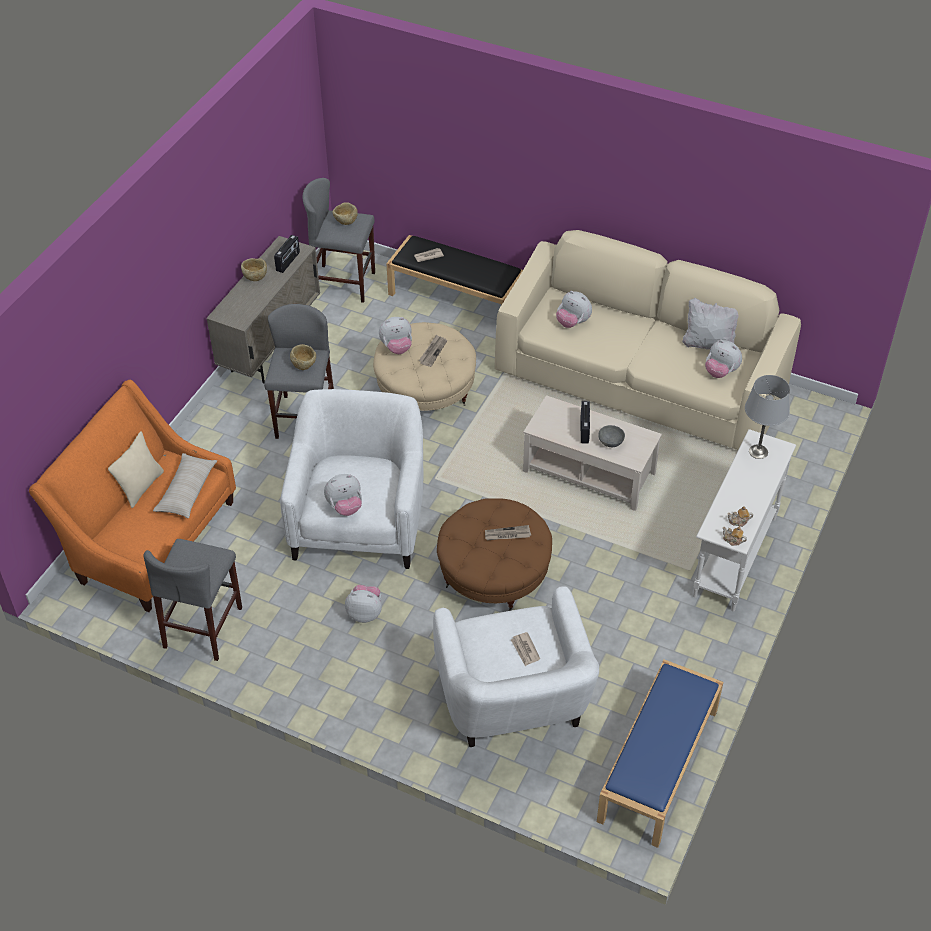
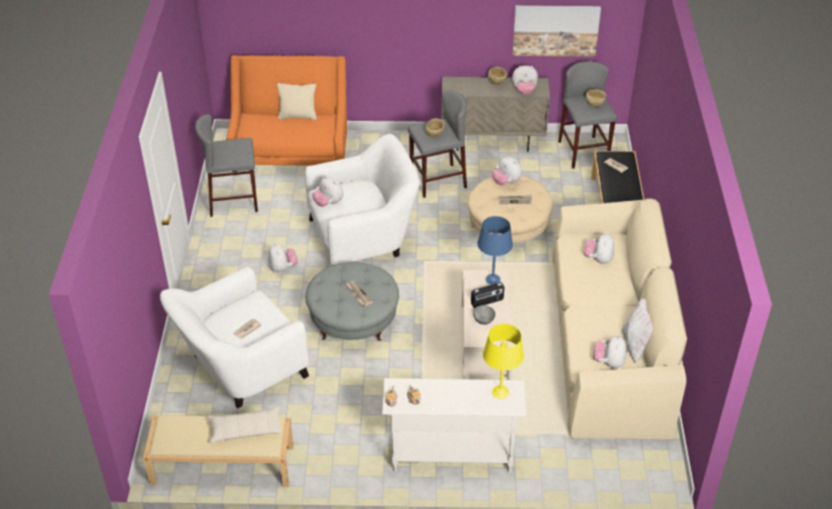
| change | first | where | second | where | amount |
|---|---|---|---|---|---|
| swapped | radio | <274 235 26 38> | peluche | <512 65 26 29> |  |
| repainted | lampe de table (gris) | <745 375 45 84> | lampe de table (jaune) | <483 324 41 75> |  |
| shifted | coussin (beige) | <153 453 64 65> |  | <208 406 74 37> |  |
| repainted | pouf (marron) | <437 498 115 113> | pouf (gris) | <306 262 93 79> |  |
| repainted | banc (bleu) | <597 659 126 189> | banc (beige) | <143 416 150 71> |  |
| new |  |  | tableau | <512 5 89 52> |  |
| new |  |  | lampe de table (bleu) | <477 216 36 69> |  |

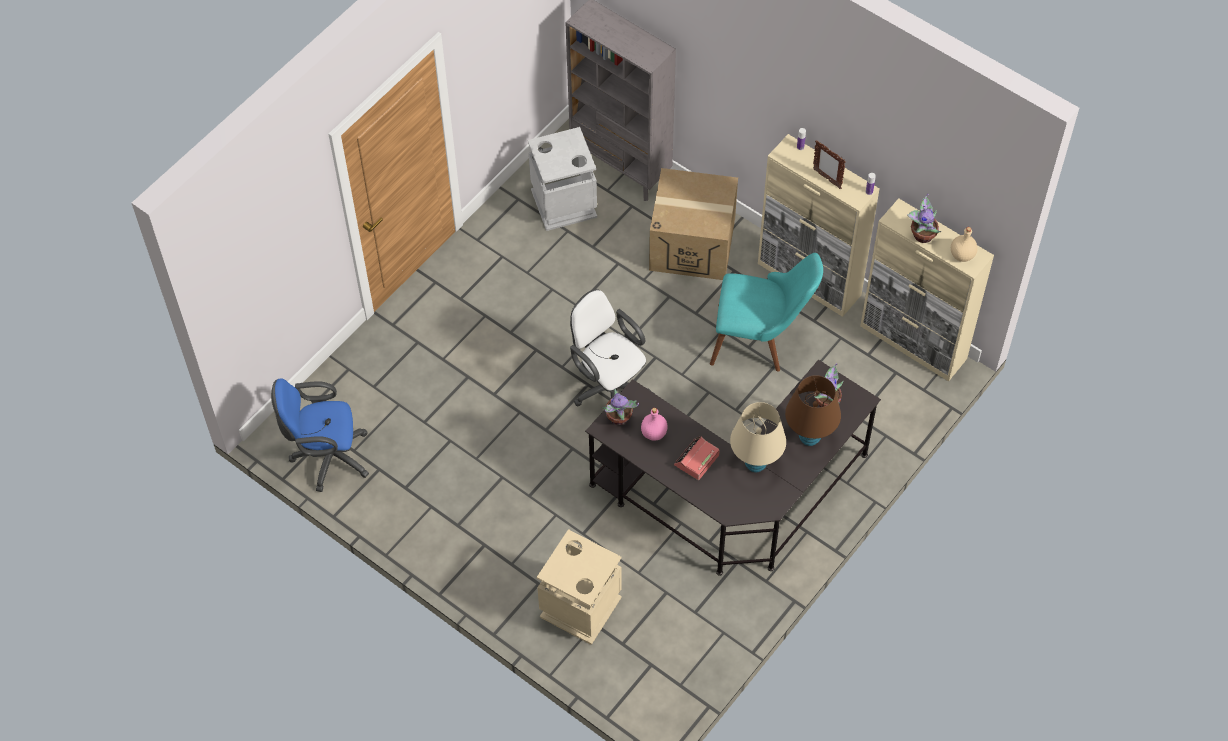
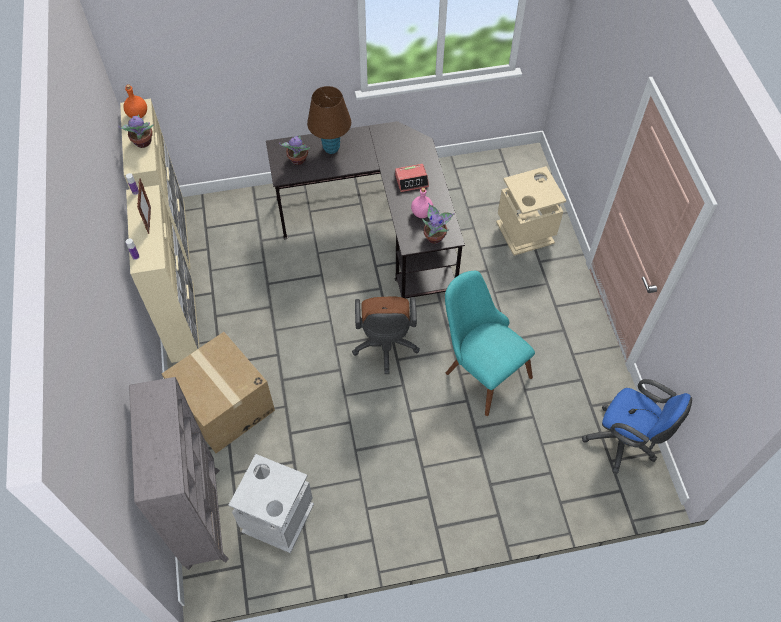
| change | first | where | second | where | amount |
|---|---|---|---|---|---|
| repainted | bouteille (beige) | <951 227 27 35> | bouteille (orange) | <123 84 24 34> |  |
| shifted | chaise (turquoise) | <710 253 113 119> |  | <445 271 90 145> |  |
| repainted | chaise de bureau (blanc) | <570 289 85 117> | chaise de bureau (marron) | <352 297 68 77> |  |
| gone | lampe de table (beige) | <730 402 56 70> |  |  |  |

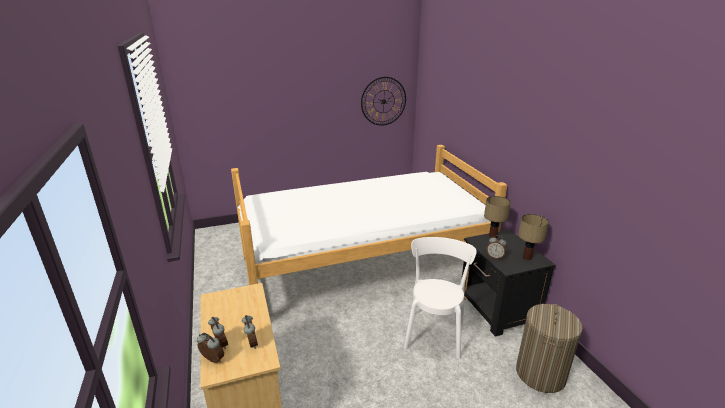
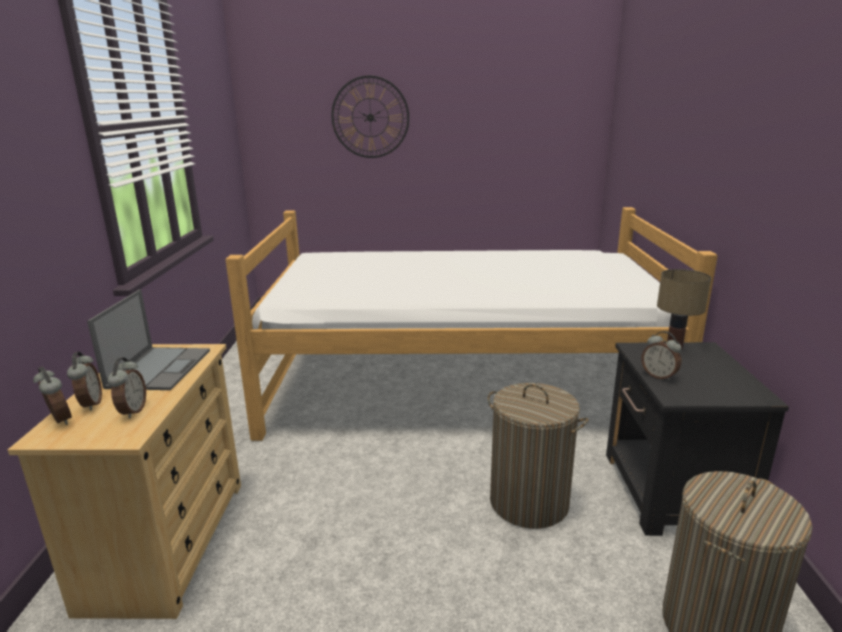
| change | first | where | second | where | amount |
|---|---|---|---|---|---|
| shifted | horloge murale | <361 77 45 49> |  | <331 75 78 83> |  |
| gone | lampe de table | <518 214 31 46> |  |  |  |
| swapped | chaise (blanc) | <404 237 73 122> | panier à linge | <488 383 101 146> |  |
| new |  |  | ordinateur portable | <87 290 123 100> |  |

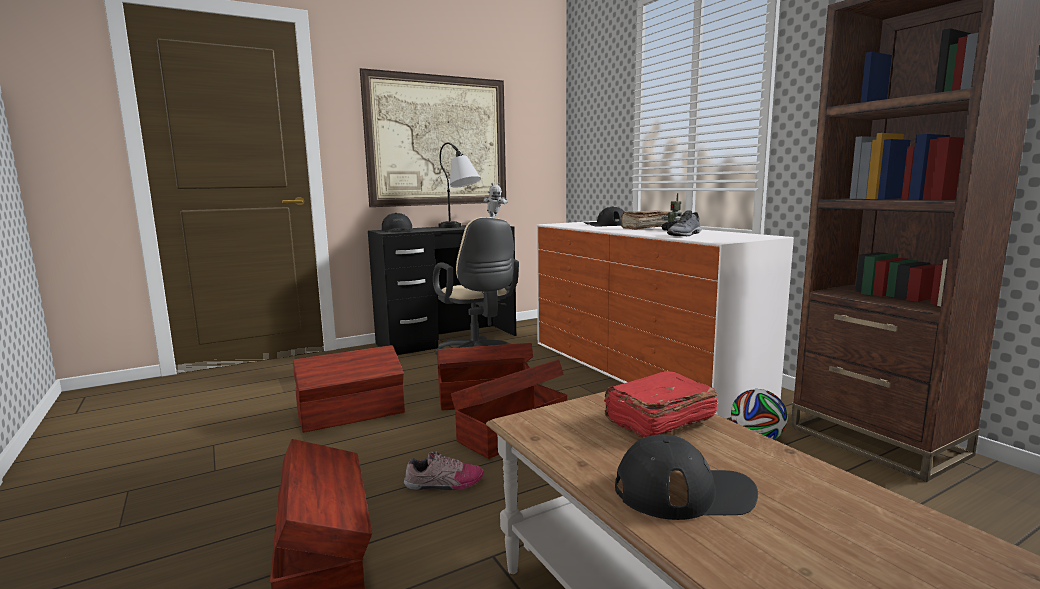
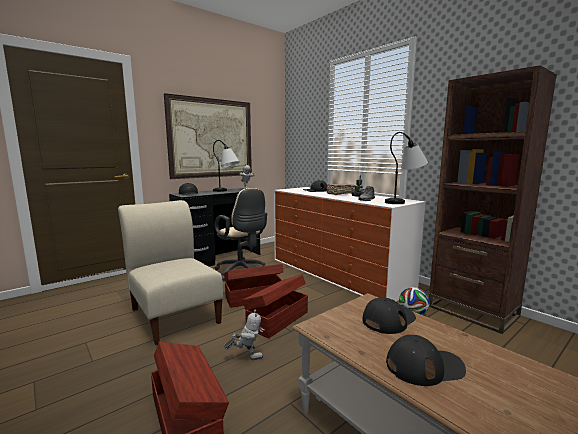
| change | first | where | second | where | amount |
|---|---|---|---|---|---|
| swapped | boîte de rangement (marron) | <293 345 112 88> | chaise (beige) | <118 200 105 145> |  |
| swapped | livre (rouge) | <604 371 114 68> | casquette (noir) | <363 297 53 37> |  |
| swapped | chaussure | <404 451 80 40> | robot jouet | <224 310 41 50> |  |
| new |  |  | lampe de table | <385 132 43 72> |  |

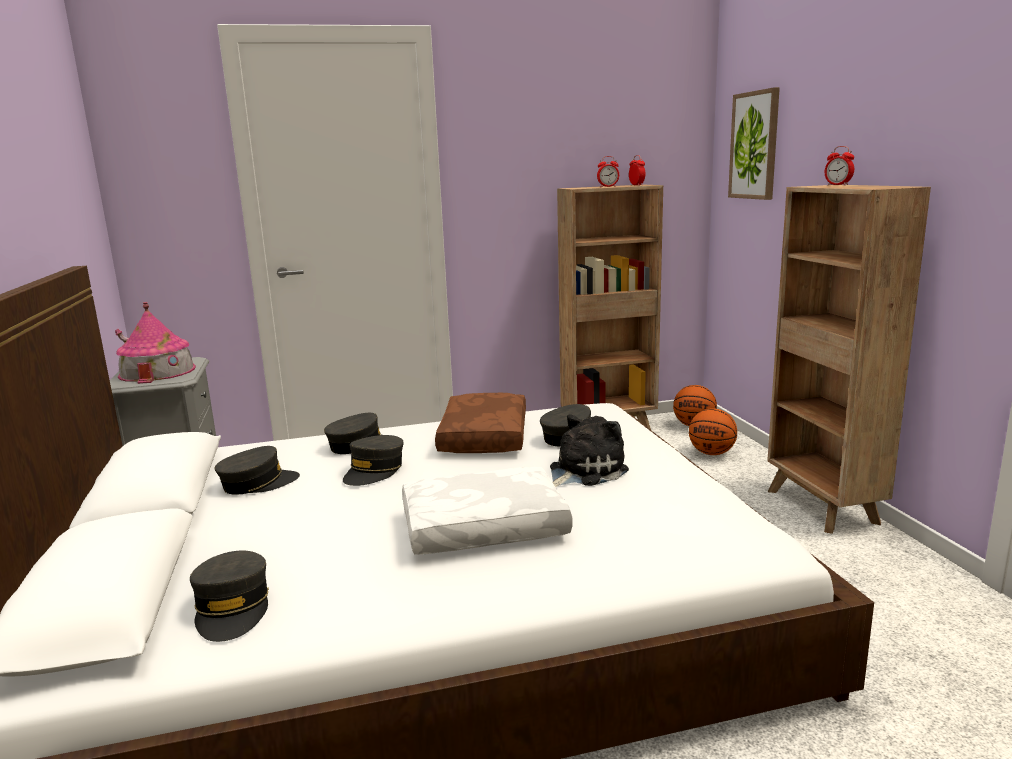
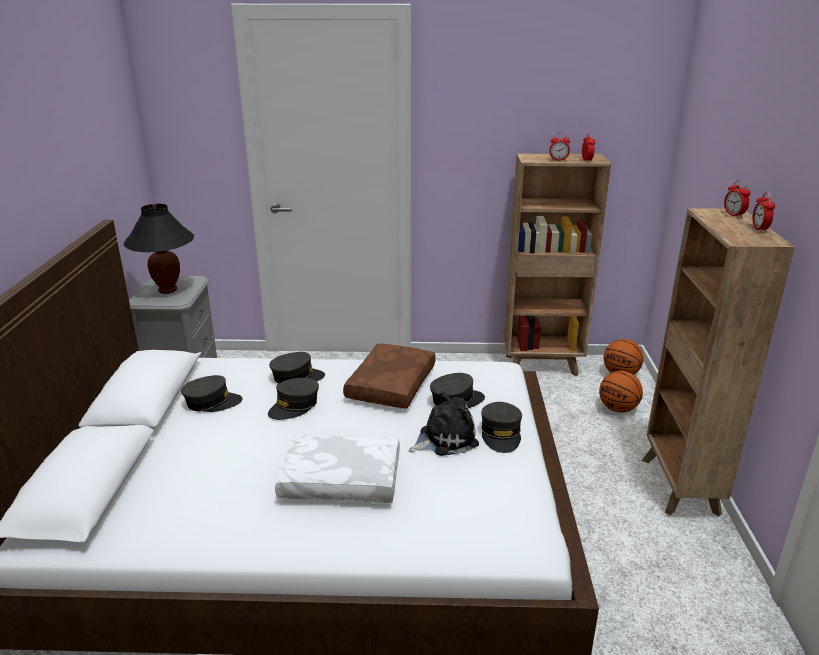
| change | first | where | second | where | amount |
|---|---|---|---|---|---|
| gone | tableau | <728 87 52 113> |  |  |  |
| swapped | maison miniature | <115 302 81 82> | lampe de table (noir) | <124 204 70 90> |  |
| shifted | casquette (gris) | <190 551 79 91> |  | <481 402 41 51> |  |
| new |  |  | réveil | <753 192 22 40> |  |

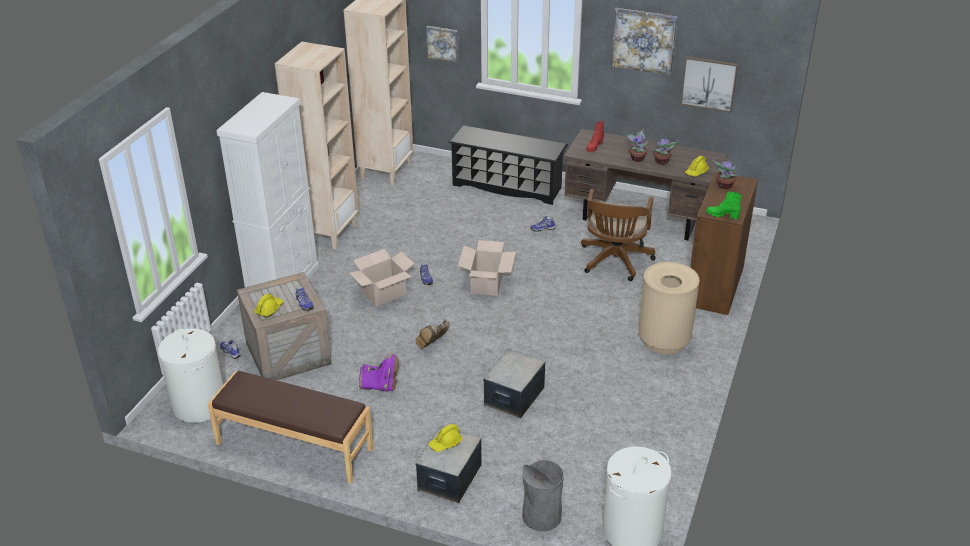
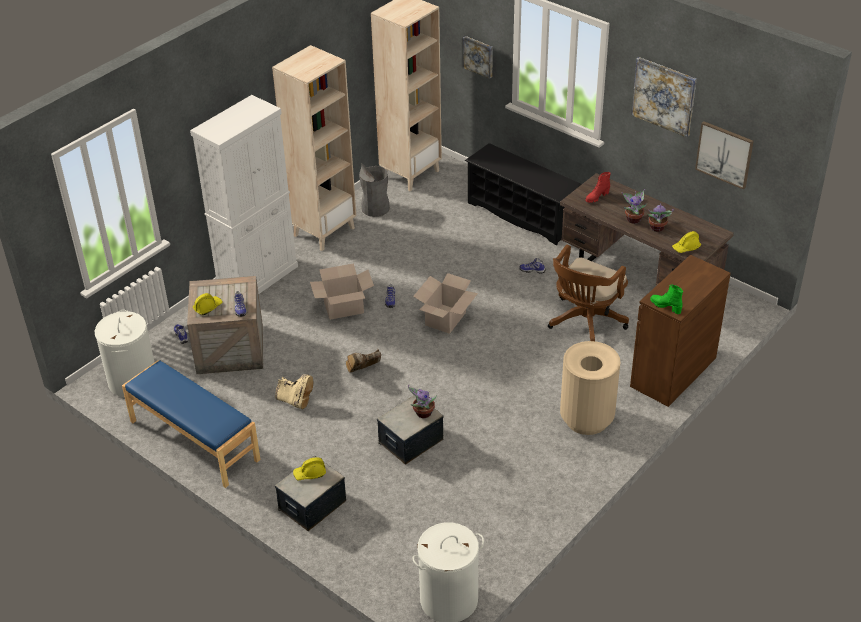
| change | first | where | second | where | amount |
|---|---|---|---|---|---|
| shifted | plante en pot | <713 158 25 31> |  | <408 384 29 34> |  |
| repainted | botte (violet) | <359 354 40 37> | botte (beige) | <275 374 38 35> |  |
| repainted | banc (marron) | <208 371 166 112> | banc (bleu) | <122 360 139 128> |  |
| shifted | poubelle (gris) | <522 460 42 71> |  | <359 163 31 54> |  |

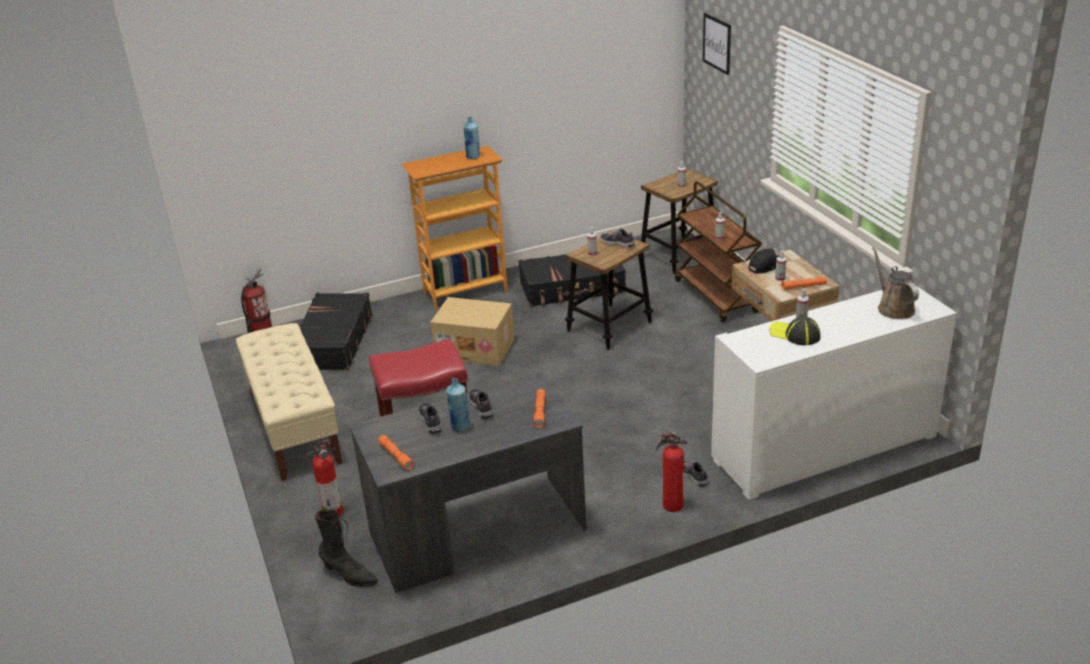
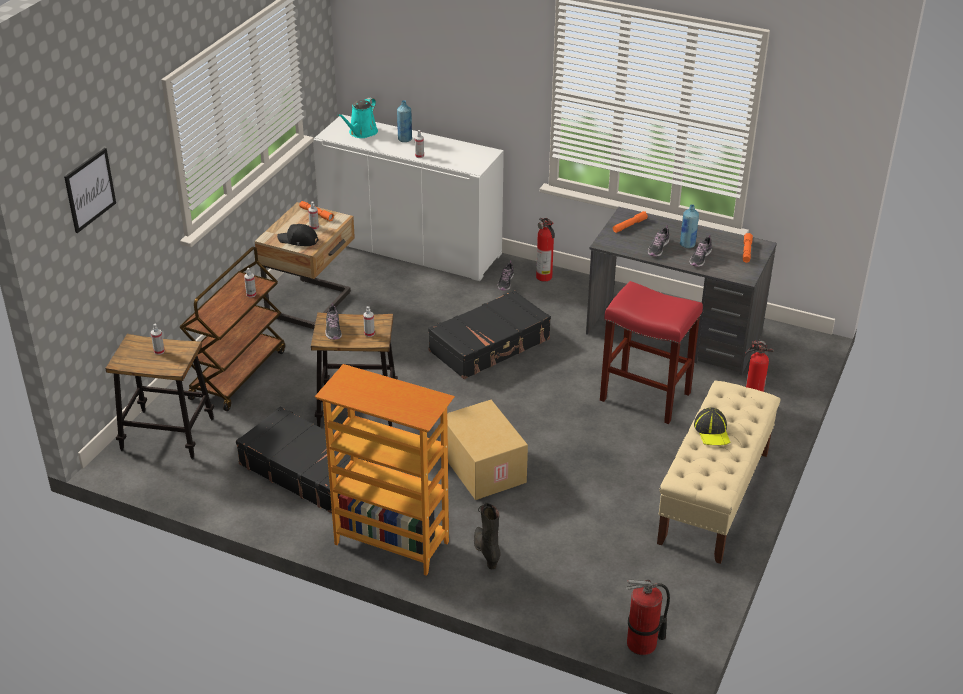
| change | first | where | second | where | amount |
|---|---|---|---|---|---|
| shifted | bouteille (bleu) | <464 117 16 42> |  | <397 100 15 42> |  |
| repainted | arrosoir (marron) | <872 246 47 73> | arrosoir (turquoise) | <337 97 41 41> |  |
| shifted | valise (noir) | <299 293 73 77> |  | <428 290 123 89> |  |
| shifted | casquette | <770 316 51 29> |  | <694 408 37 37> |  |
| shifted | botte (noir) | <315 509 63 78> |  | <474 502 27 67> |  |

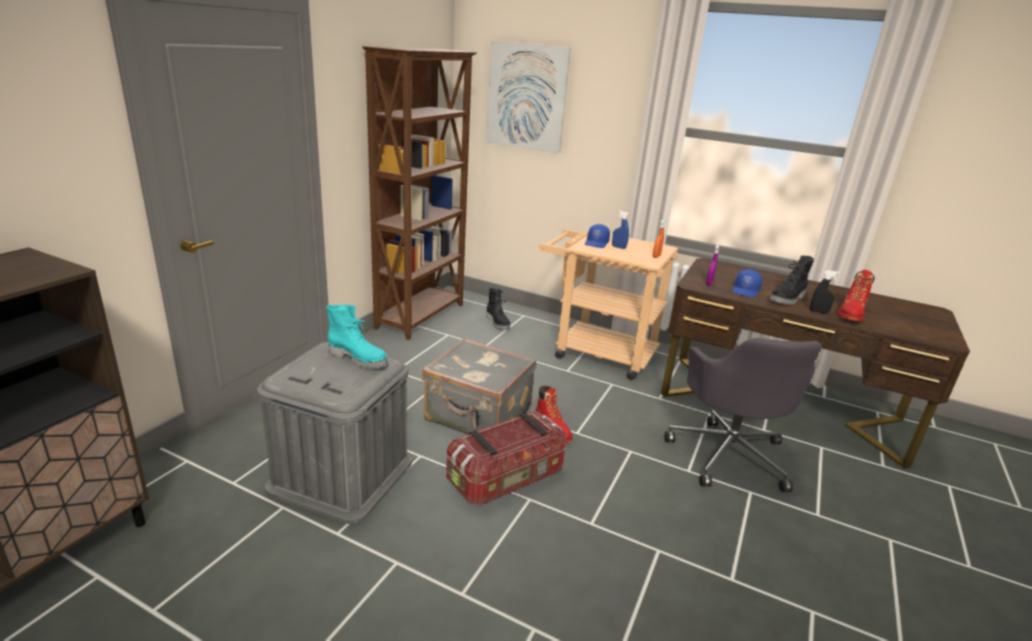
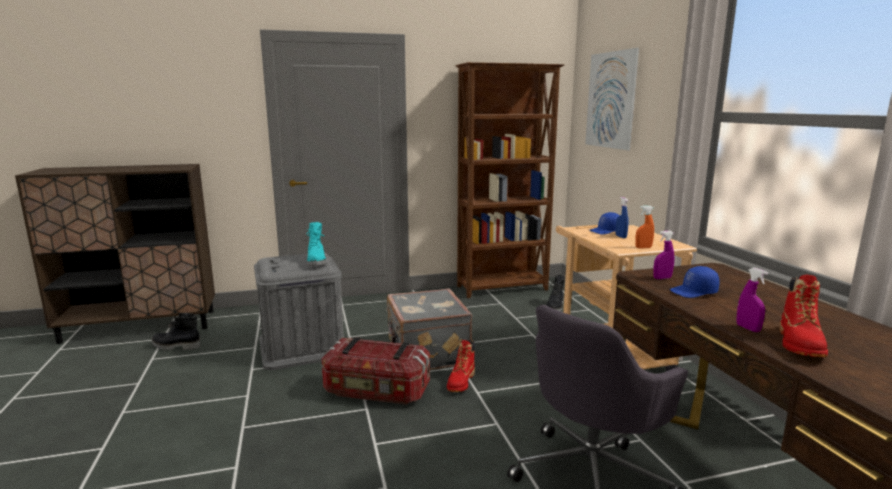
| change | first | where | second | where | amount |
|---|---|---|---|---|---|
| shifted | botte (noir) | <770 256 44 49> |  | <152 313 49 37> |  |
| repainted | vaporisateur (noir) | <810 270 30 44> | vaporisateur (violet) | <737 268 31 64> |  |
| rotated | botte (rouge) | <838 270 37 51> |  | <780 275 48 82> | 60 degrees counterclockwise |

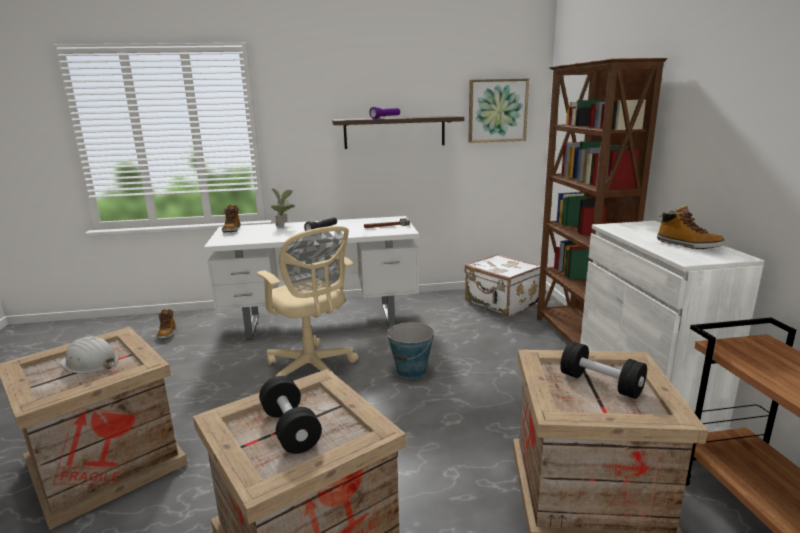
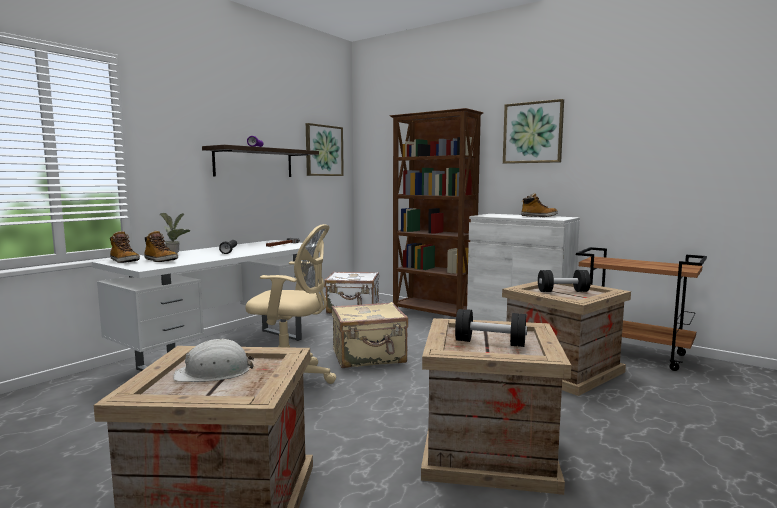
| change | first | where | second | where | amount |
|---|---|---|---|---|---|
| shifted | botte | <157 309 19 30> |  | <144 231 34 31> |  |
| swapped | seau | <386 322 48 57> | valise (beige) | <332 302 76 66> |  |
| new |  |  | tableau | <503 99 61 65> |  |

